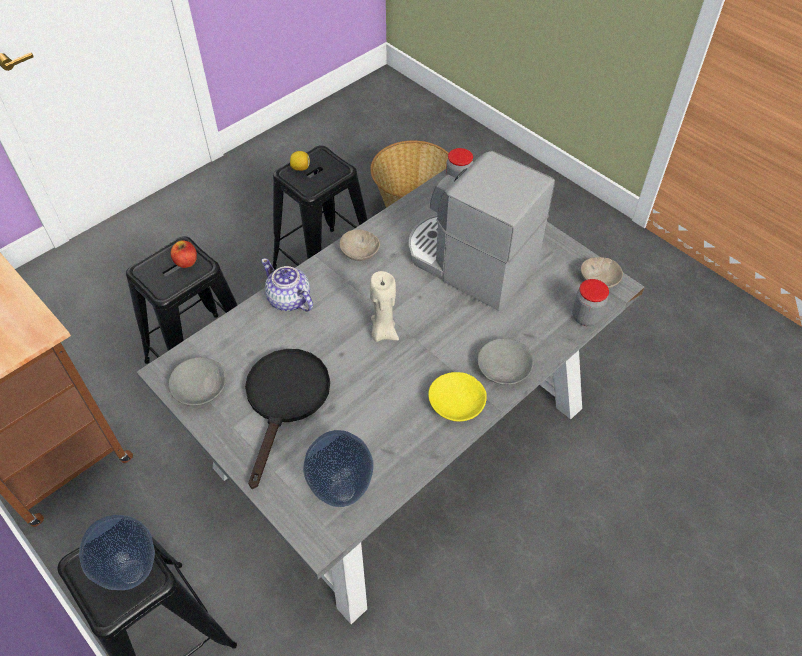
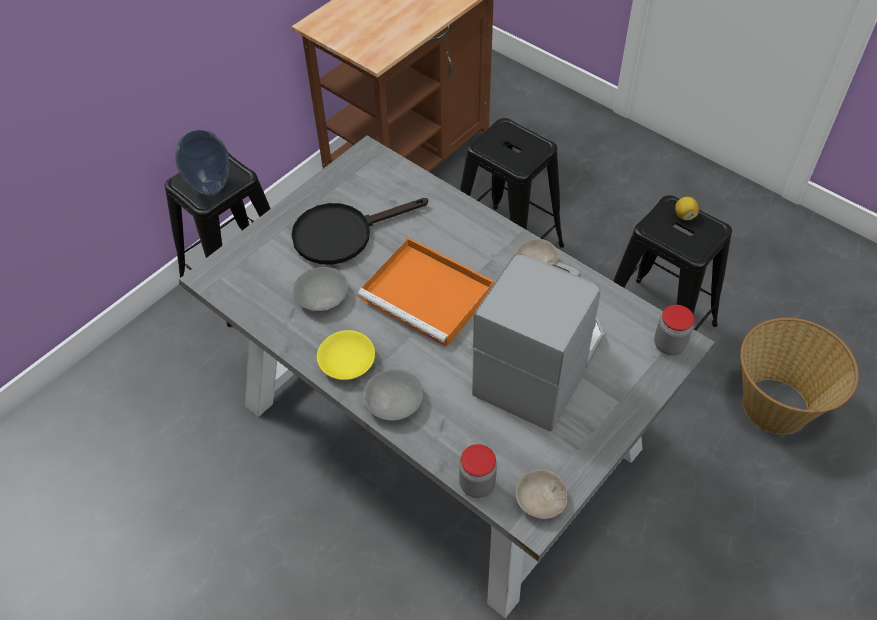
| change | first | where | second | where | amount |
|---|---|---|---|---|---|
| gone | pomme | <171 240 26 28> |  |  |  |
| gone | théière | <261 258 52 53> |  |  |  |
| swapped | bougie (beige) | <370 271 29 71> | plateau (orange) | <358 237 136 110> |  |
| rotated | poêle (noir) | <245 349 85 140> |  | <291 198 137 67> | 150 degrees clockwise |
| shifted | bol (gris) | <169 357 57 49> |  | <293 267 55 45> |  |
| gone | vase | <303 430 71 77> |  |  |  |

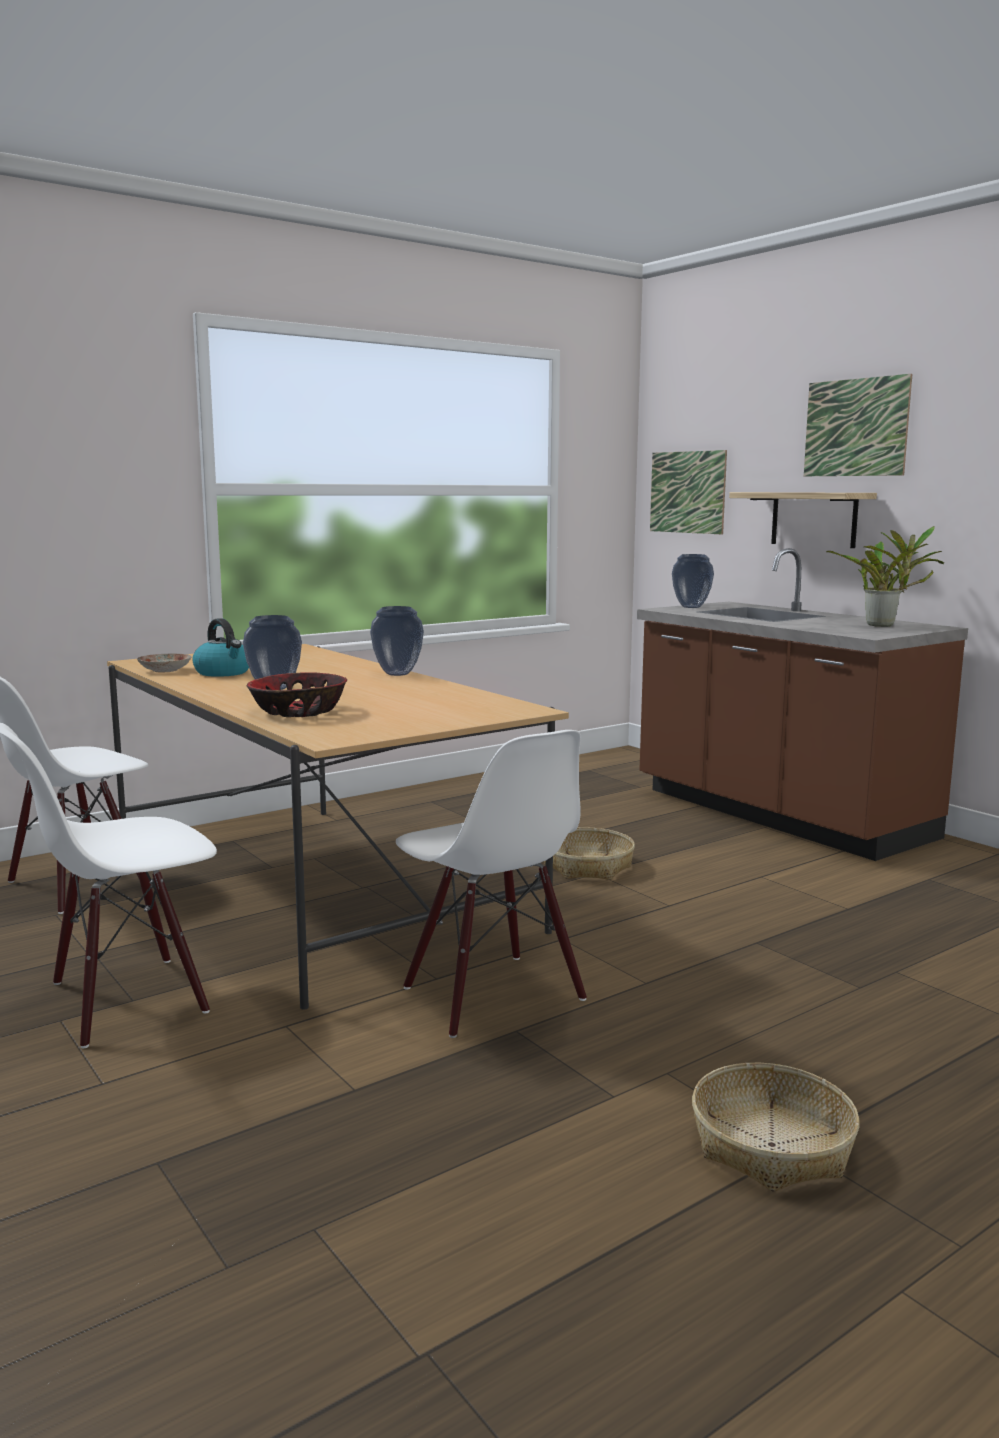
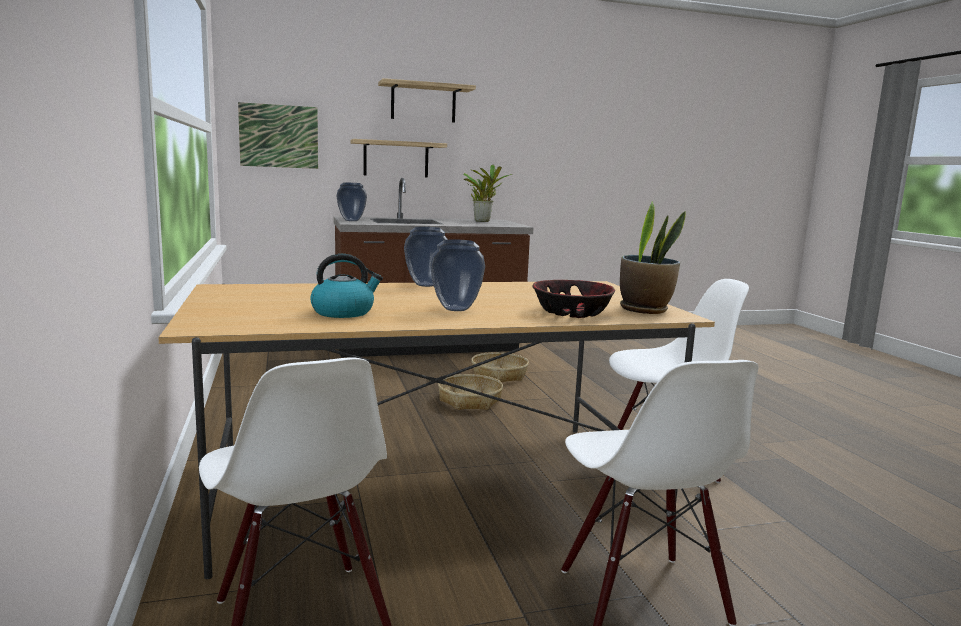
| change | first | where | second | where | amount |
|---|---|---|---|---|---|
| swapped | tableau | <804 374 108 102> | étagère | <378 78 98 45> |  |
| gone | assiette | <137 654 55 19> |  |  |  |
| shifted | panier | <692 1063 167 128> |  | <471 352 58 30> |  |
| new |  |  | plante en pot | <620 202 66 112> |  |

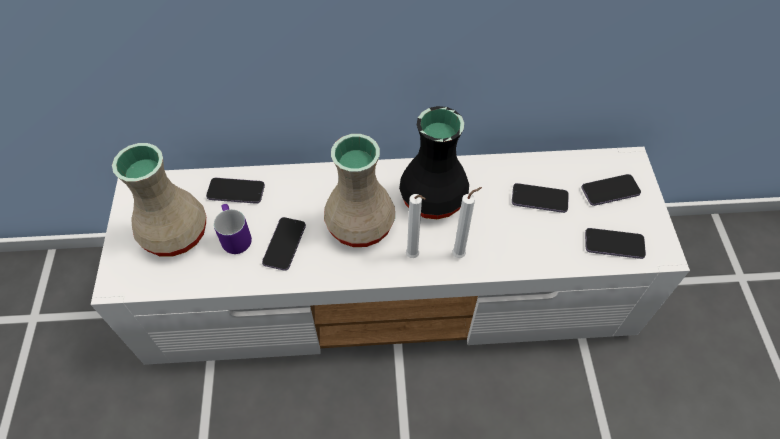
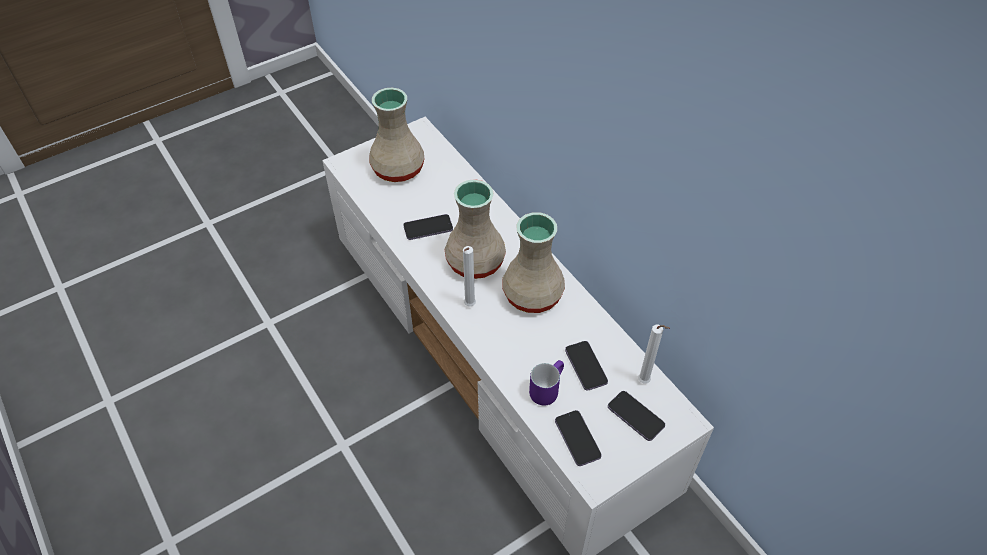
| change | first | where | second | where | amount |
|---|---|---|---|---|---|
| repainted | vase (noir) | <399 106 70 113> | vase (beige) | <502 212 63 101> |  |
| gone | téléphone | <206 178 59 26> |  |  |  |
| shifted | bougie (blanc) | <452 187 30 71> |  | <638 325 32 59> |  |
| shifted | mug (violet) | <214 204 38 50> |  | <529 360 35 45> |  |

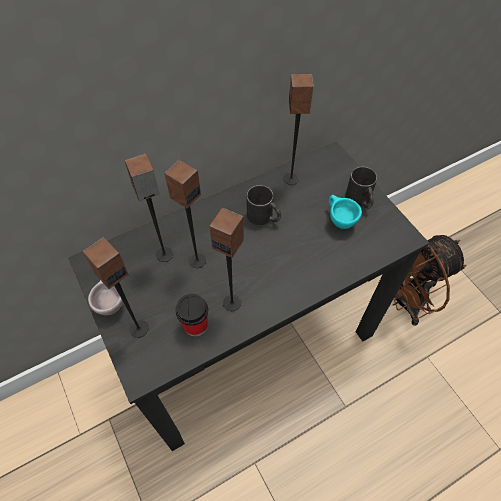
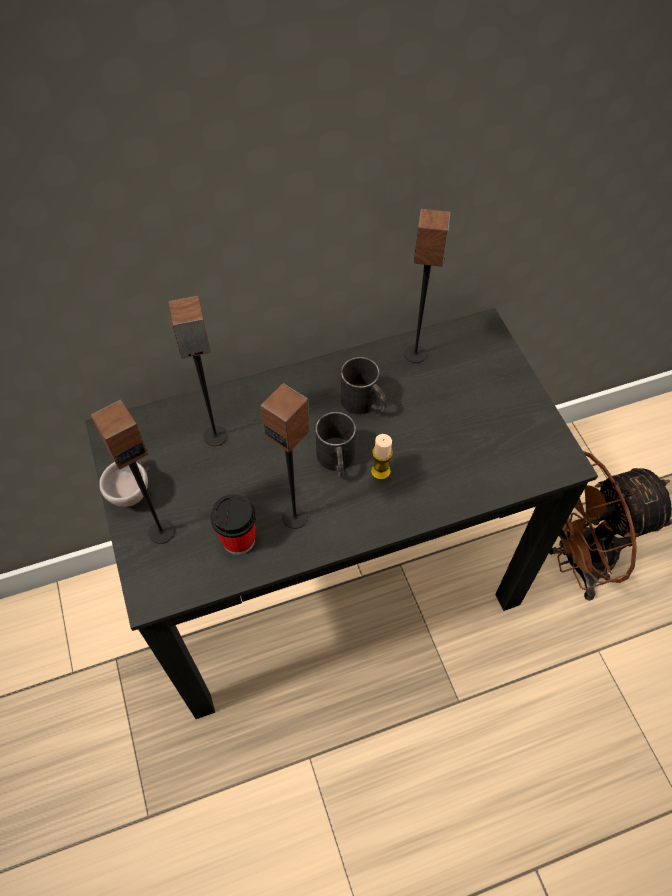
| change | first | where | second | where | amount |
|---|---|---|---|---|---|
| gone | enceinte | <164 160 42 108> |  |  |  |
| shifted | mug (noir) | <346 166 31 43> |  | <315 412 41 66> |  |
| gone | tasse (turquoise) | <329 195 33 34> |  |  |  |
| new |  |  | bougie | <371 434 22 46> |  |

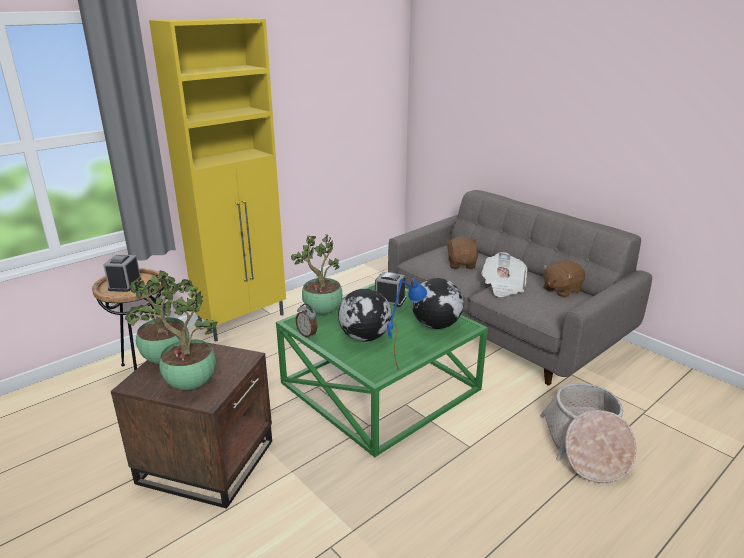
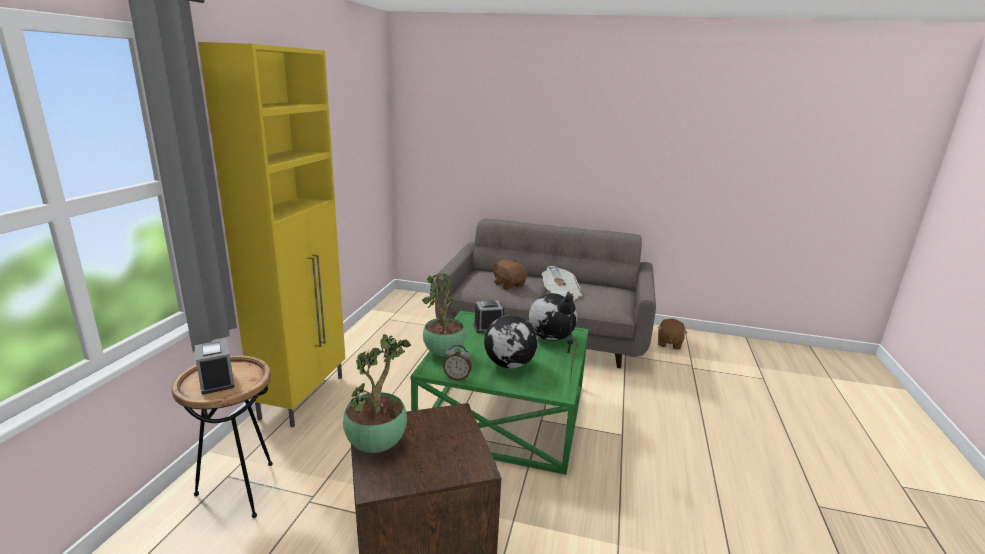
| change | first | where | second | where | amount |
|---|---|---|---|---|---|
| shifted | peluche (marron) | <543 260 42 38> |  | <658 319 29 31> |  |
| repainted | lampe de table (bleu) | <387 277 40 92> | lampe de table (noir) | <557 291 20 83> |  |
| gone | plante en pot | <139 284 78 106> |  |  |  |
| gone | panier | <540 383 96 100> |  |  |  |

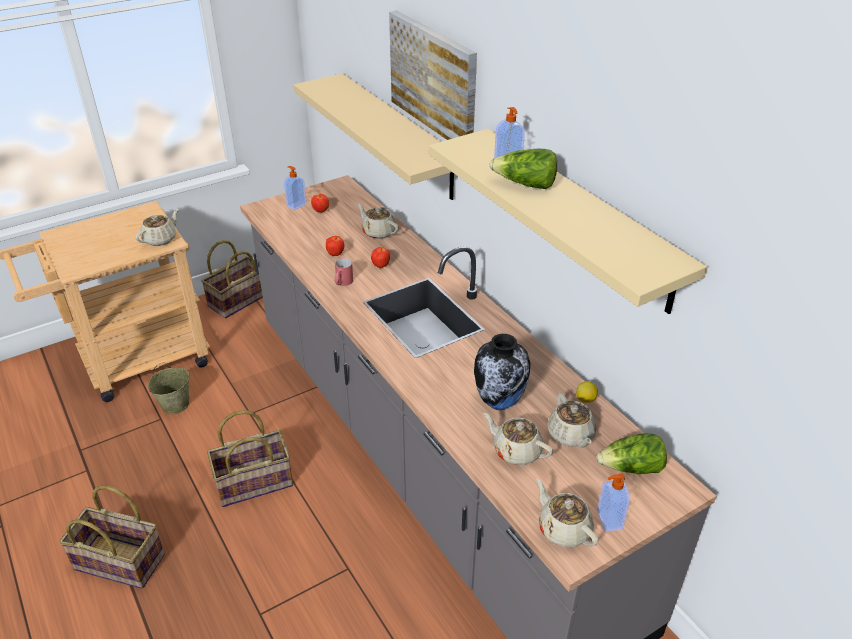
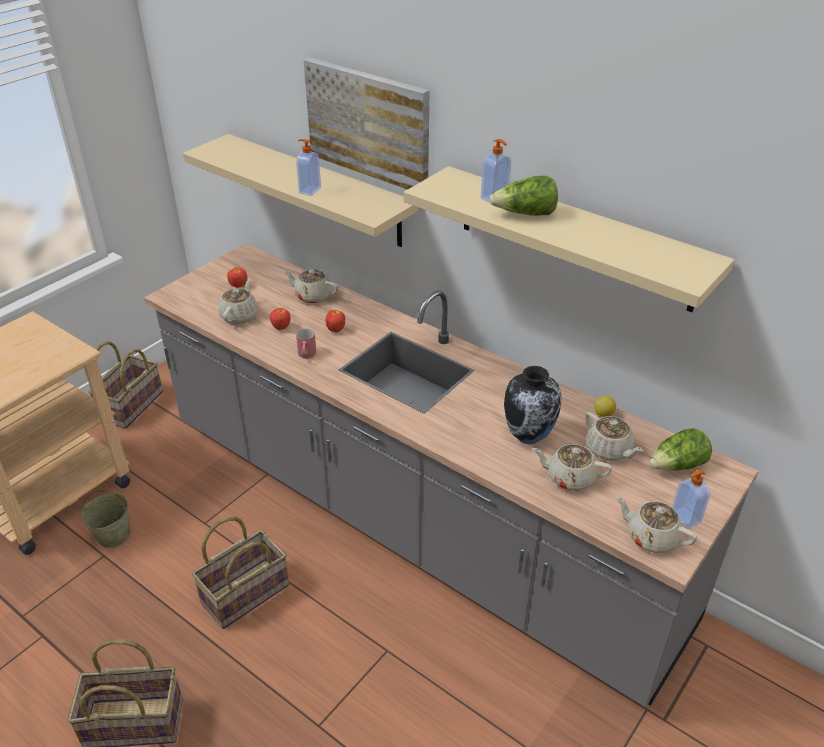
| change | first | where | second | where | amount |
|---|---|---|---|---|---|
| shifted | distributeur de savon | <284 166 23 44> |  | <296 139 25 57> |  |
| shifted | théière (beige) | <135 209 44 37> |  | <218 279 40 45> |  |

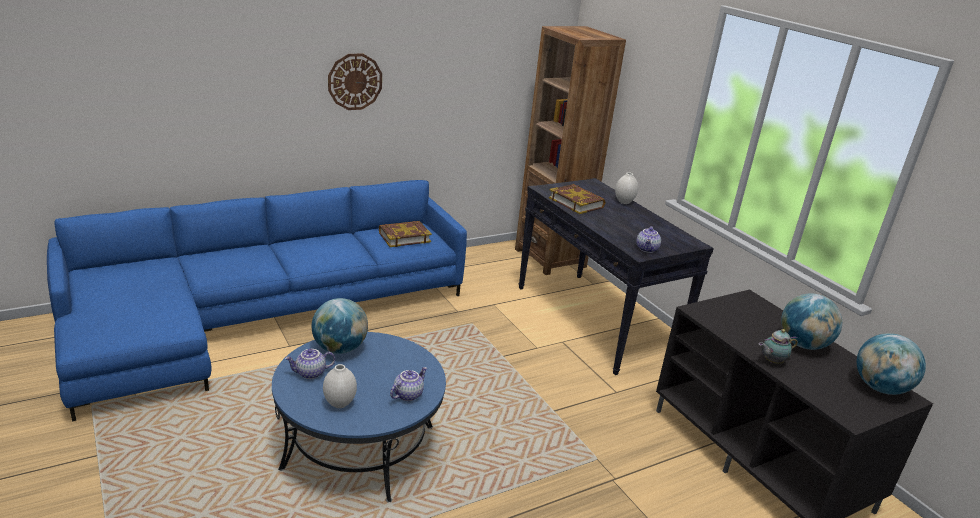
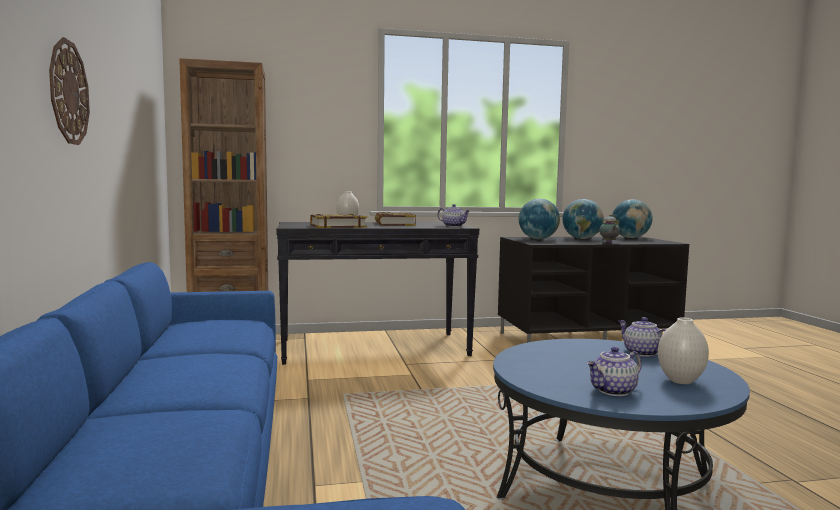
| change | first | where | second | where | amount |
|---|---|---|---|---|---|
| shifted | livre | <379 221 53 26> |  | <375 212 41 14> |  |
| shifted | globe | <311 298 57 56> |  | <519 198 41 41> |  |
| rotated | théière | <285 349 50 30> |  | <586 347 56 49> | 60 degrees clockwise |

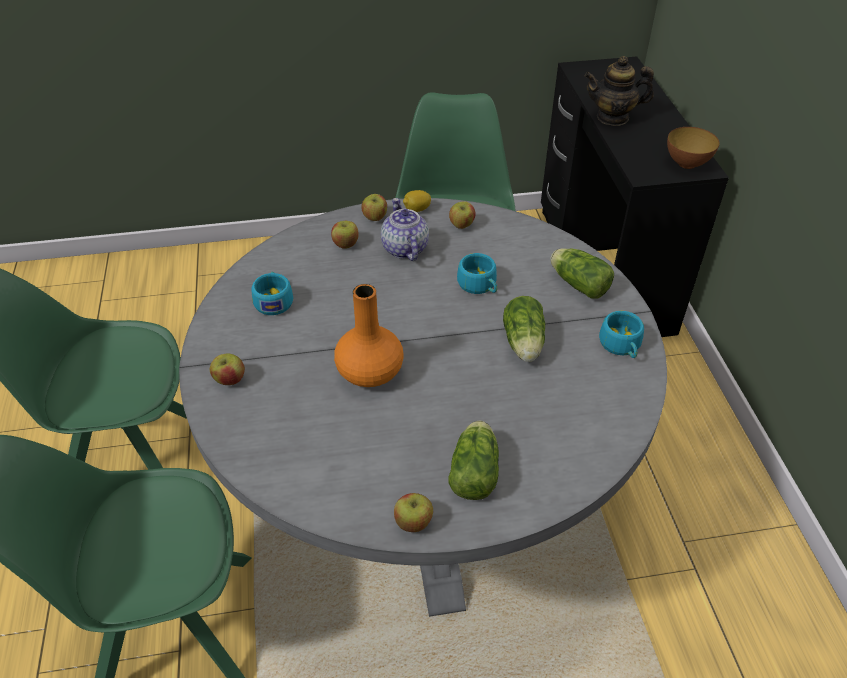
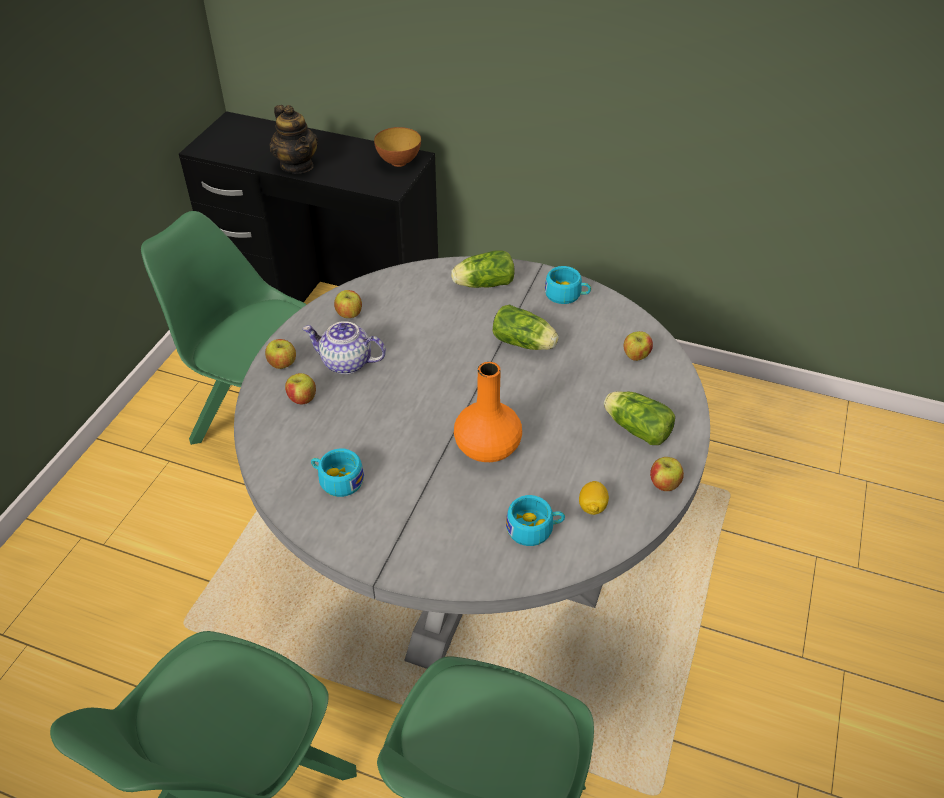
| change | first | where | second | where | amount |
|---|---|---|---|---|---|
| rotated | théière | <585 56 69 70> |  | <270 105 48 69> | 60 degrees counterclockwise |
| shifted | citron | <403 190 28 22> |  | <579 481 30 34> |  |
| shifted | tasse (turquoise) | <457 253 40 41> |  | <506 495 59 51> |  |
| shifted | pomme | <210 354 35 31> |  | <623 331 30 30> |  |

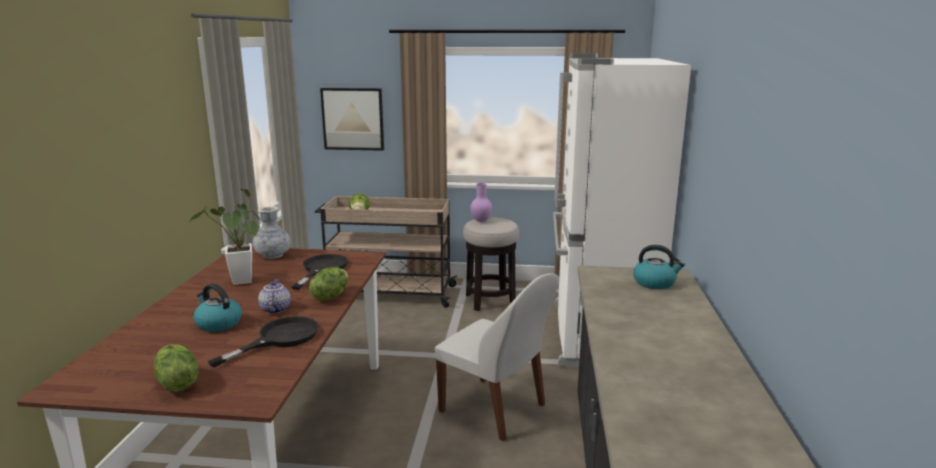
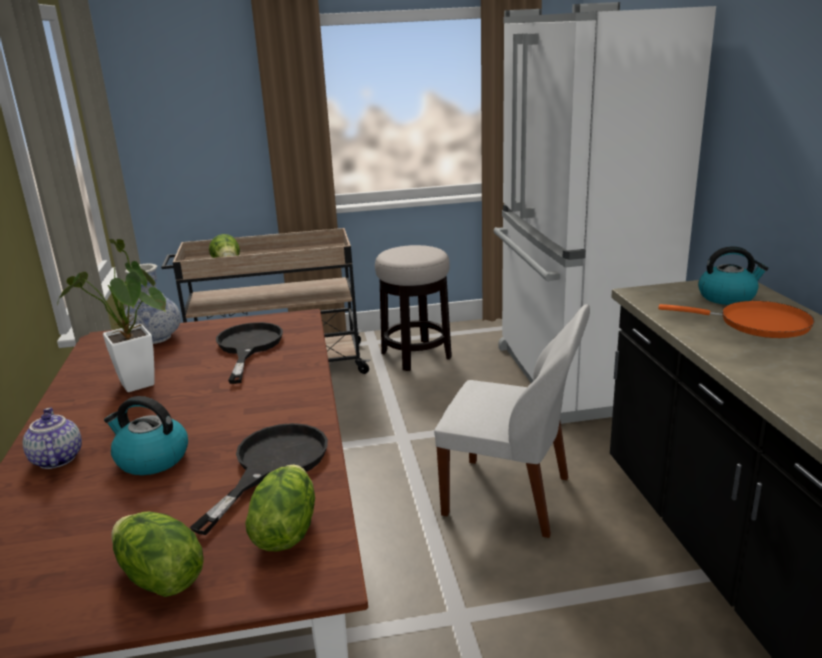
| change | first | where | second | where | amount |
|---|---|---|---|---|---|
| gone | tableau | <320 88 64 63> |  |  |  |
| gone | vase (violet) | <470 183 22 39> |  |  |  |
| shifted | laitue | <309 267 39 34> |  | <245 464 70 87> |  |
| shifted | théière | <258 280 33 34> |  | <23 408 59 61> |  |
| new |  |  | poêle (orange) | <658 301 156 37> |  |

